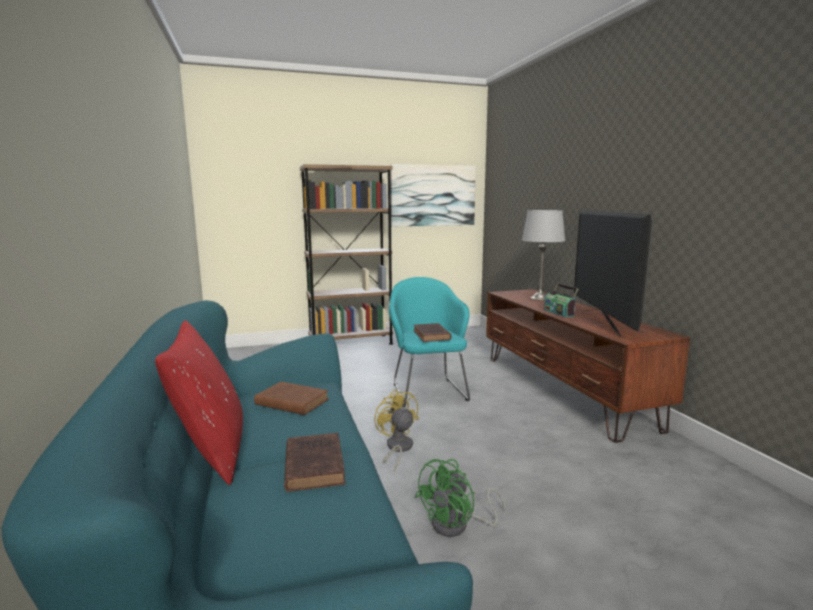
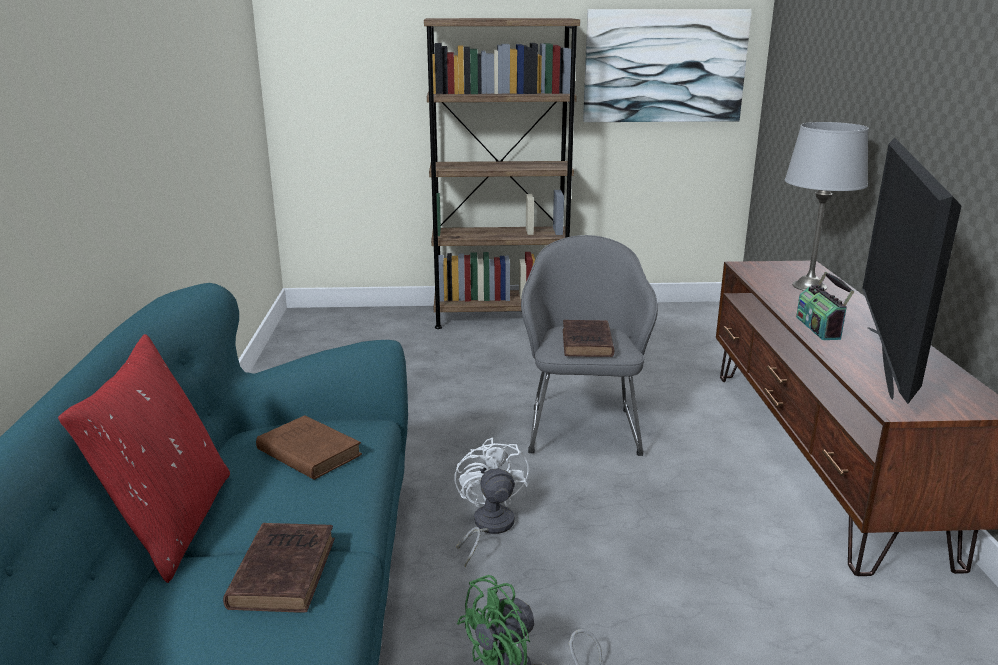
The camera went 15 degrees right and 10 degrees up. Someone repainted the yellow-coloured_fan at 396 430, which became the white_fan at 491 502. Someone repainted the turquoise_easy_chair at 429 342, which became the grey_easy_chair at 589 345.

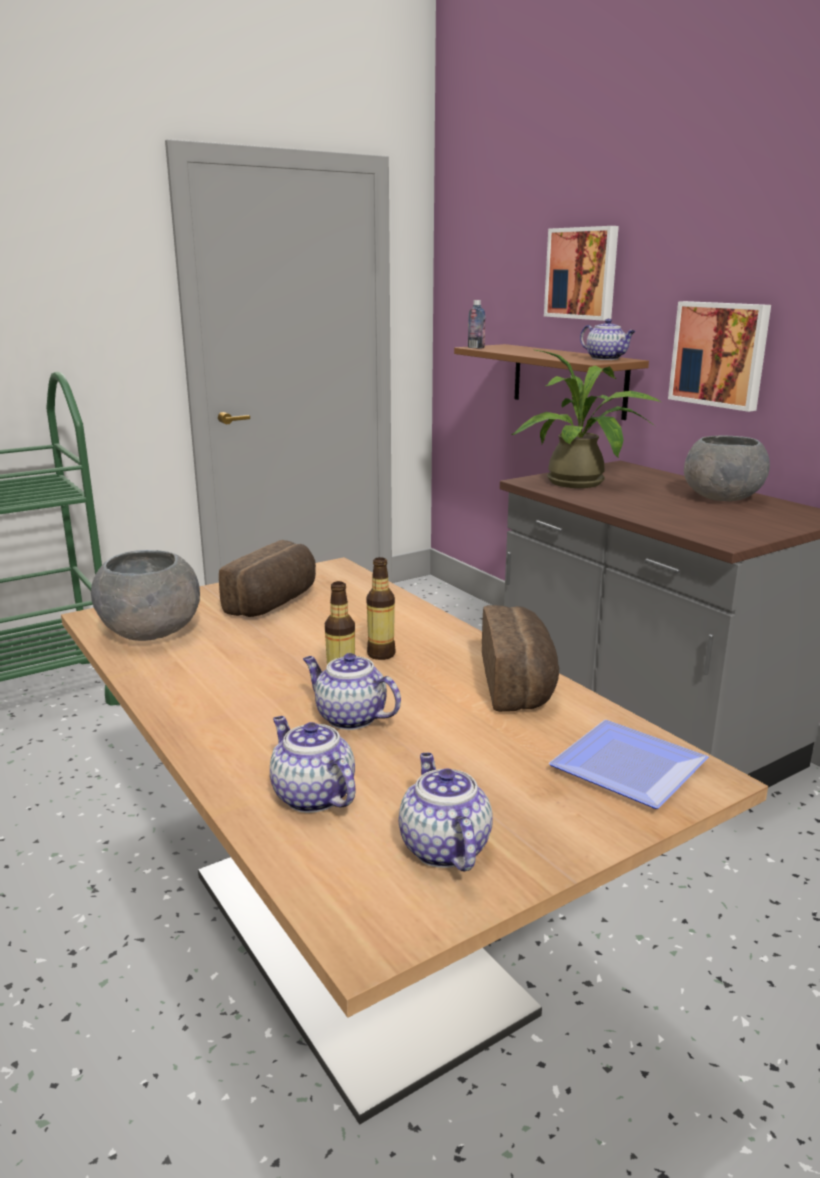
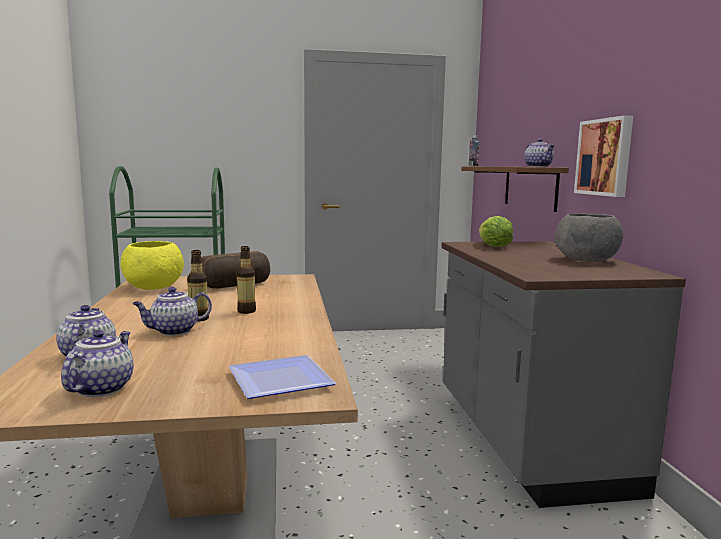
The camera went 25 degrees right and 10 degrees down. Someone repainted the grey_bowl at 145 595, which became the yellow-coloured_bowl at 152 265. Someone rotated the teapot at 352 691 by 90 degrees counterclockwise. Someone took away the bread at 520 658. Someone swapped the houseplant at 586 419 for the lettuce_head at 496 231. Someone took away the wall_art at 581 273.

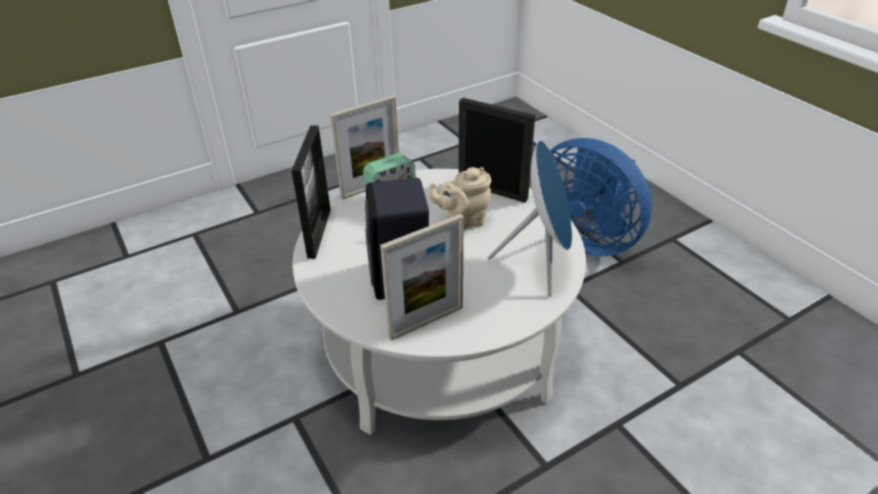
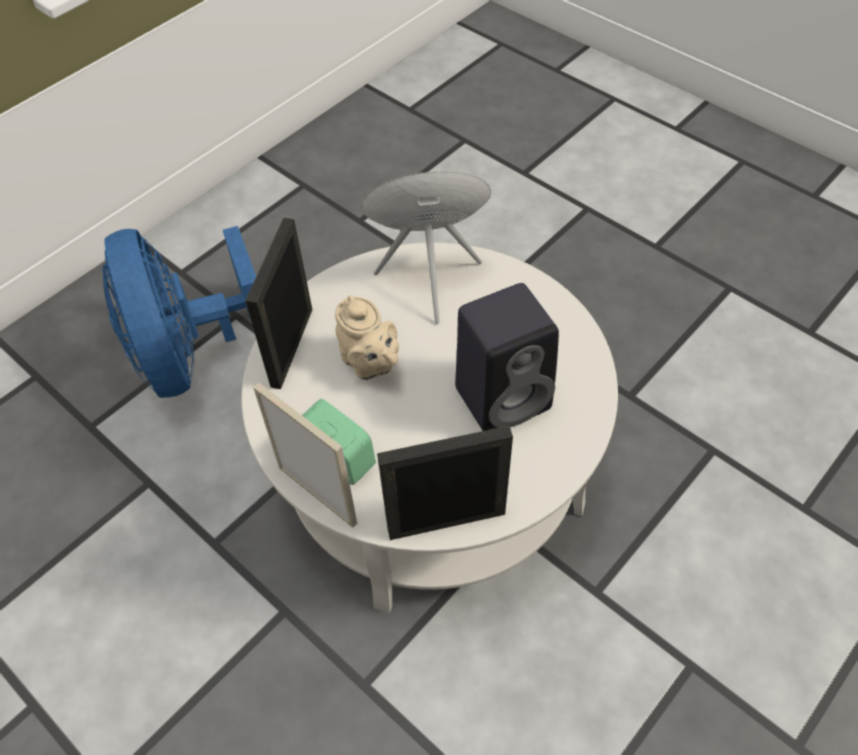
The camera went 105 degrees left and 15 degrees up. Someone took away the standing_frame at 422 277. Someone rotated the blue-coloured_fan at 601 197 by 135 degrees clockwise.

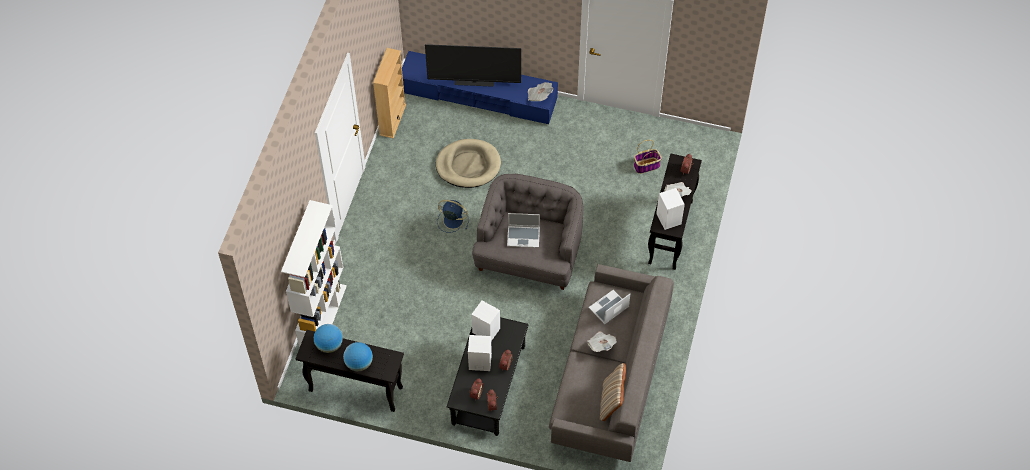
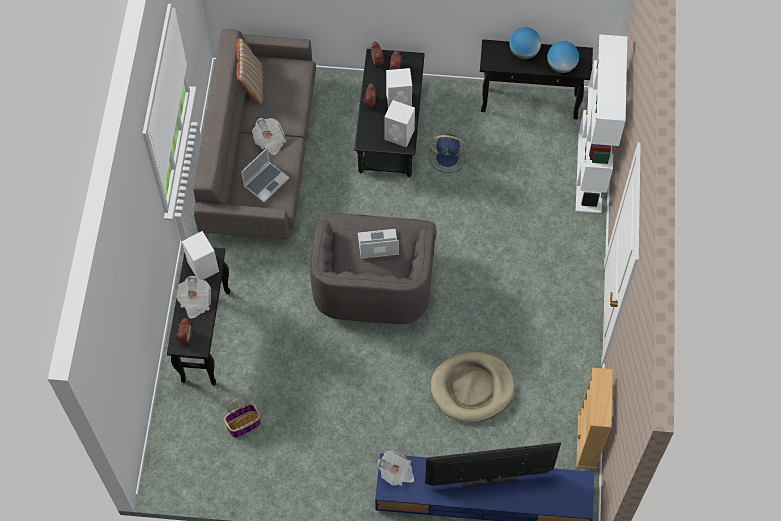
The camera went 170 degrees right and 5 degrees up. Someone carried the blue-coloured_fan from 453 216 to 448 153.

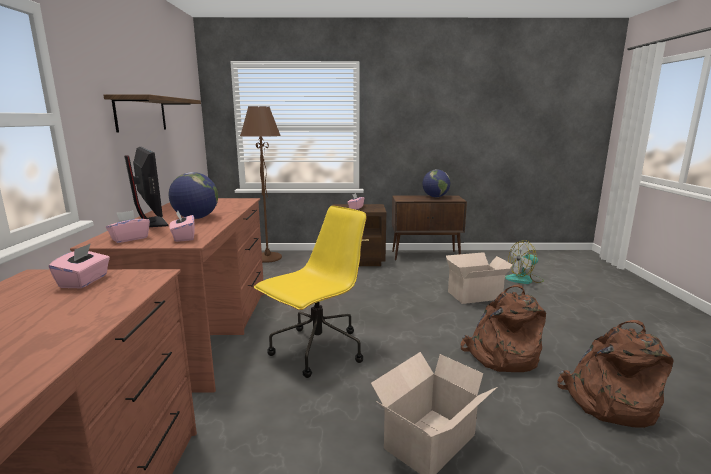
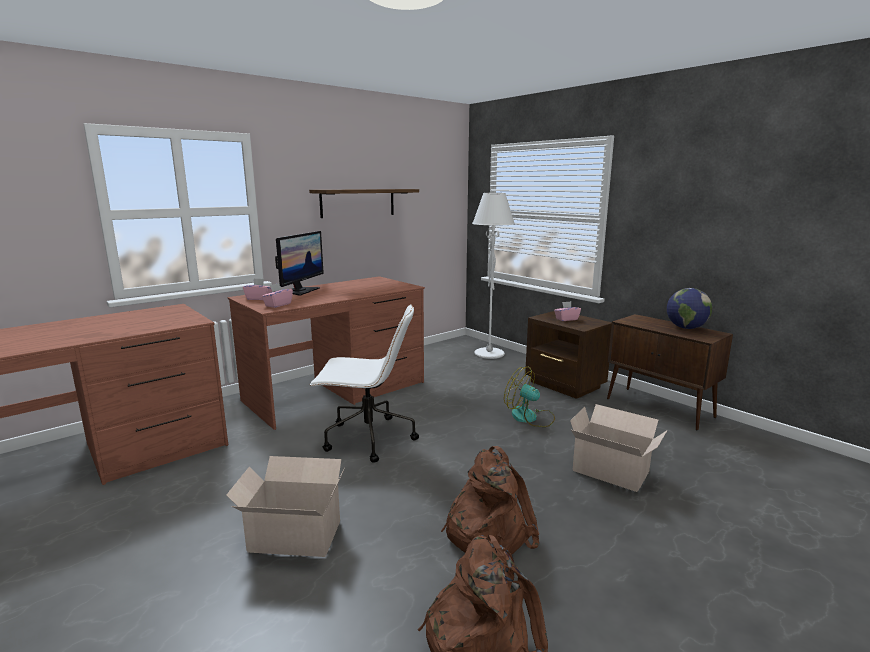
The camera went 50 degrees right and 0 degrees up. Someone took away the pinkish_box_of_tissues at 79 265. Someone took away the desk_globe at 193 195. Someone repainted the brown-coloured_standing_lamp at 261 184, which became the white_standing_lamp at 493 276. Someone repainted the yellow-coloured_desk_chair at 310 292, which became the white_desk_chair at 364 383. Someone carried the fan from 524 262 to 529 397.

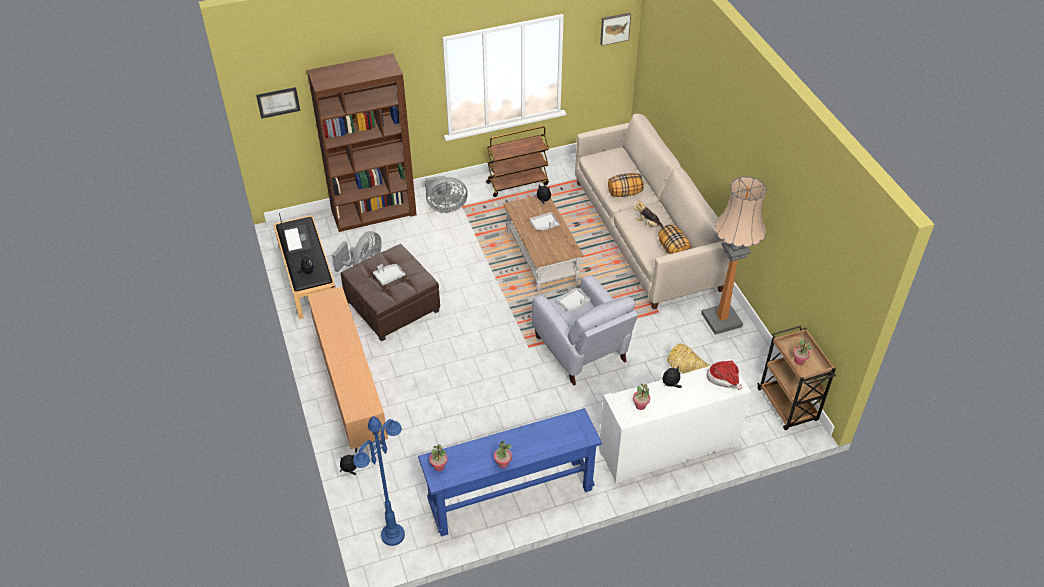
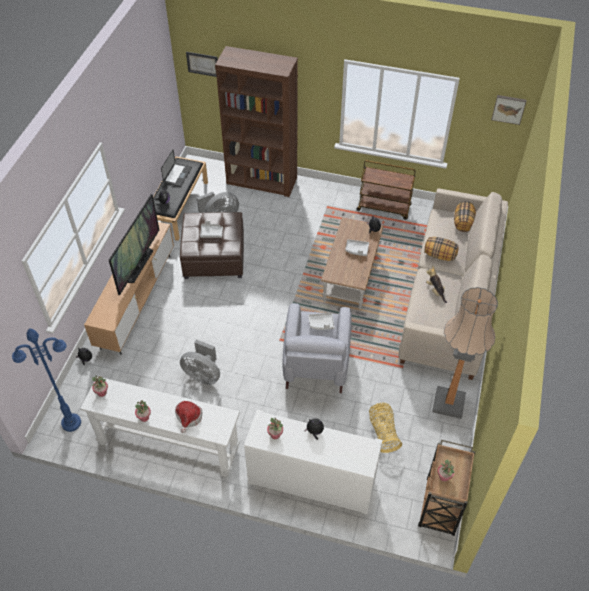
The camera went 35 degrees right and 5 degrees up. Someone repainted the blue-coloured_narrow_table at 510 472, which became the white_narrow_table at 160 427. Someone carried the grey_fan from 446 194 to 200 362. Someone carried the throw_pillow from 674 239 to 465 216. Someone carried the wearable_hat from 724 375 to 189 417. Someone put down the TV_set at 134 244.

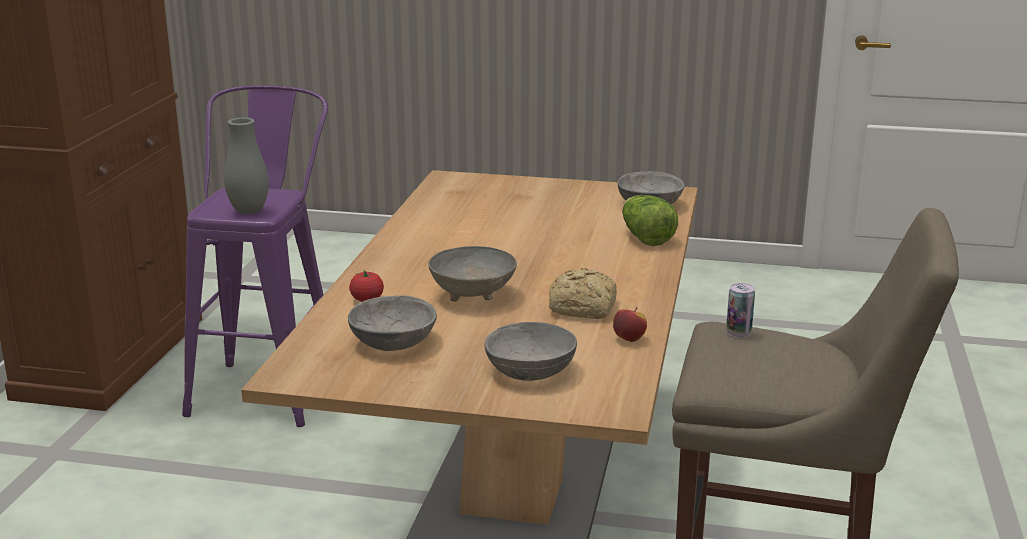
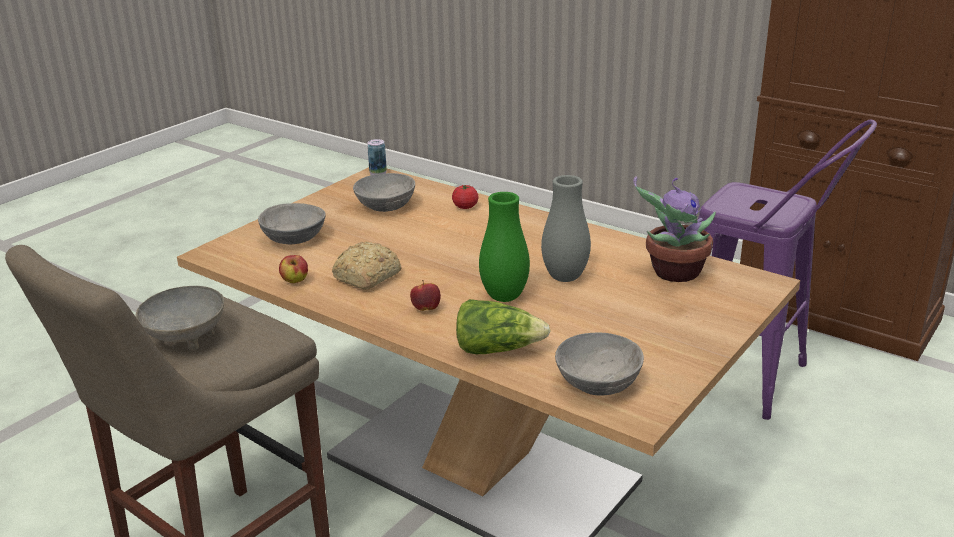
The camera went 115 degrees right and 5 degrees up. Someone carried the grey_flower_vase from 246 166 to 566 228. Someone carried the grey_bowl from 472 274 to 180 318. Someone carried the sealed_can from 740 310 to 377 157. Someone put down the apple at 425 295. Someone put down the green-coloured_flower_vase at 504 247. Someone put down the houseplant at 674 229.

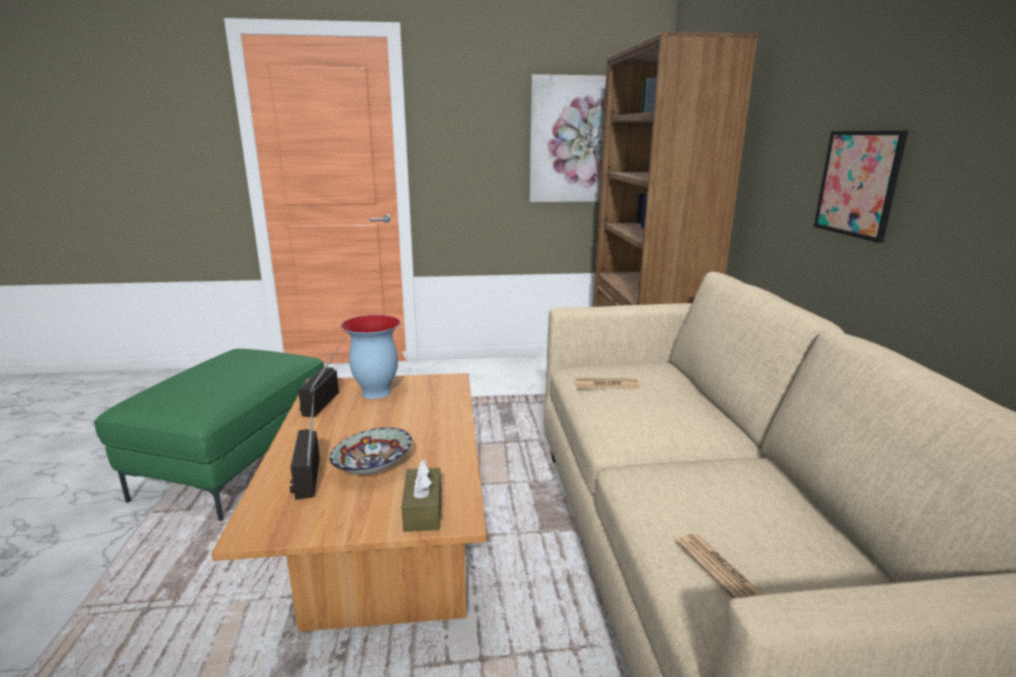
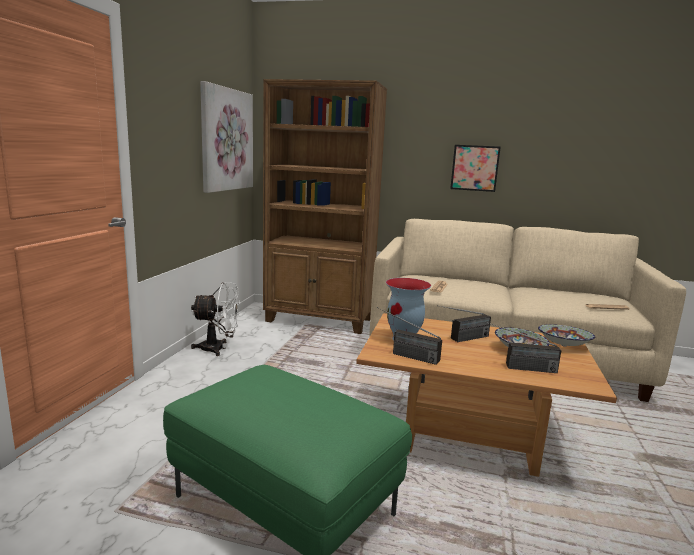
The camera went 70 degrees left and 5 degrees down. Someone swapped the brown-coloured_box_of_tissues at 421 495 for the bowl at 566 335. Someone put down the white_fan at 215 319. Someone put down the radio_receiver at 464 323.

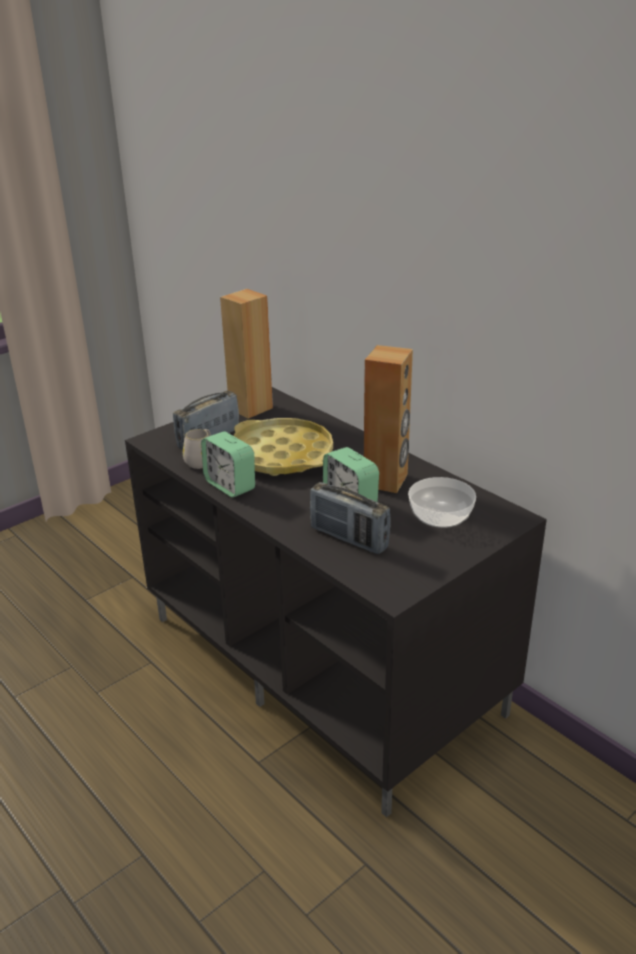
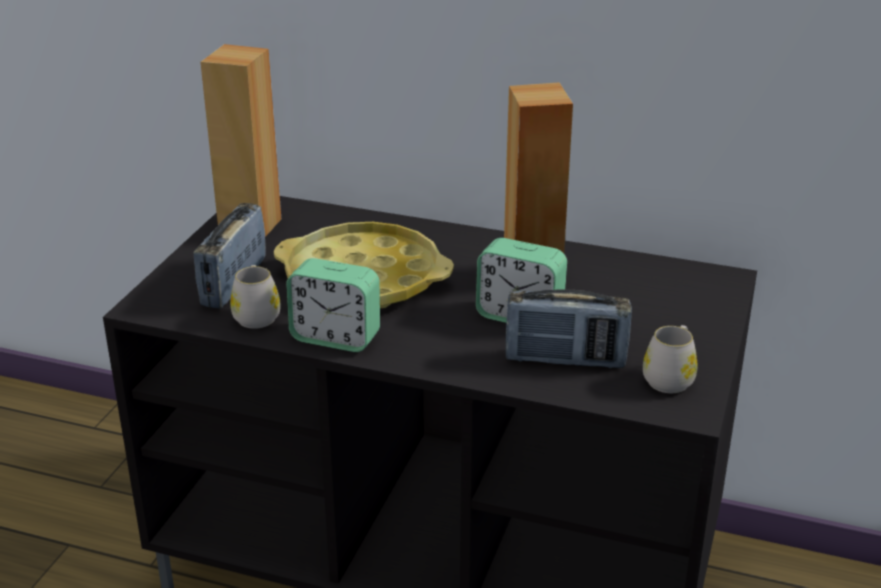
The camera went 30 degrees left and 0 degrees up. Someone took away the bowl at 442 502. Someone put down the white_tea_mug at 670 359.

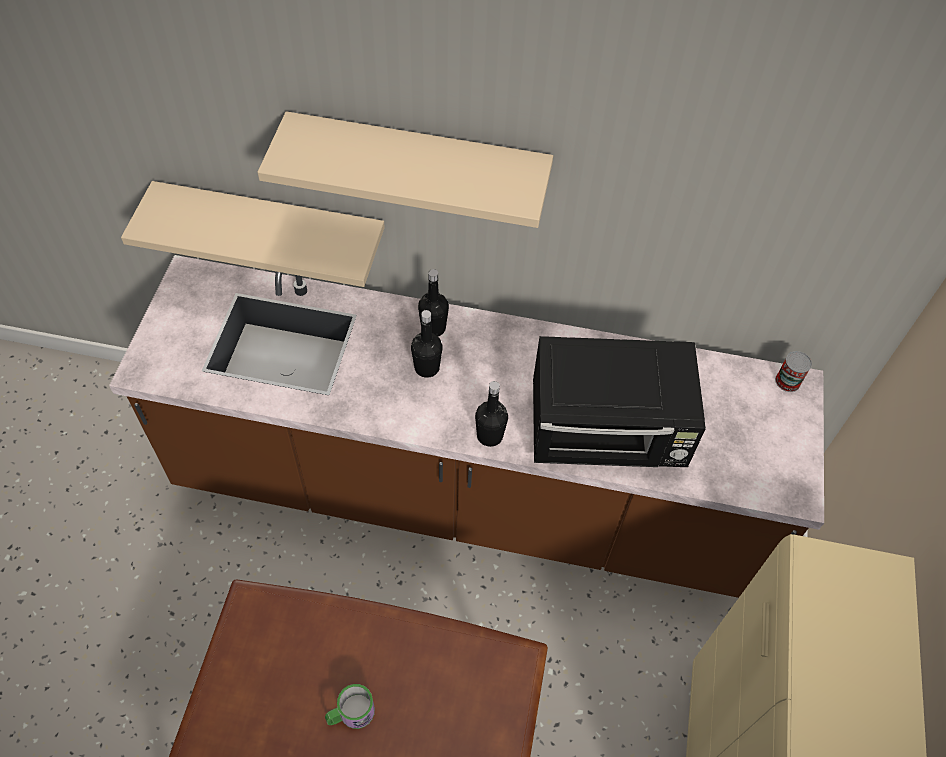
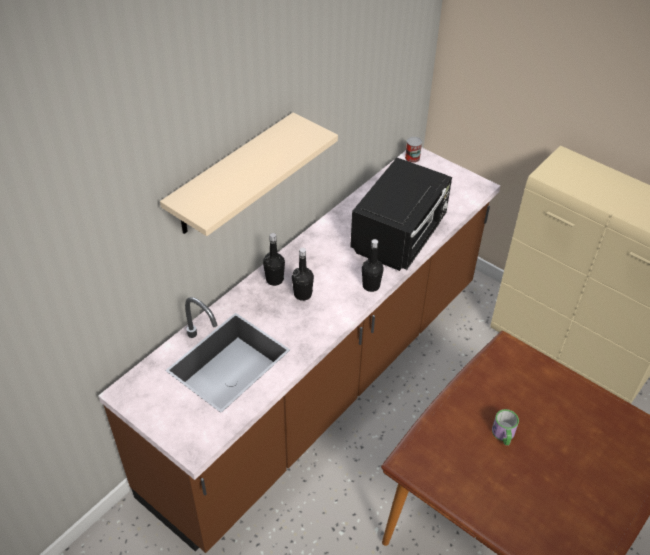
The camera went 60 degrees left and 10 degrees down. Someone took away the beige-coloured_bracket_shelf at 253 234.

